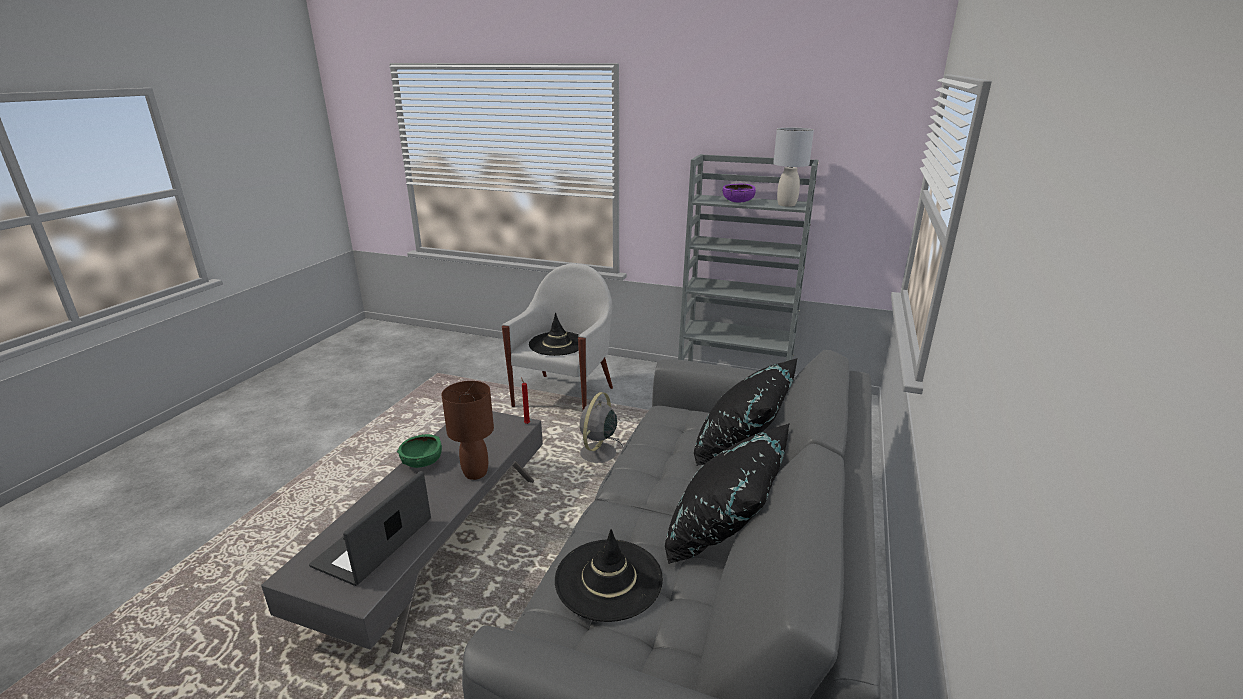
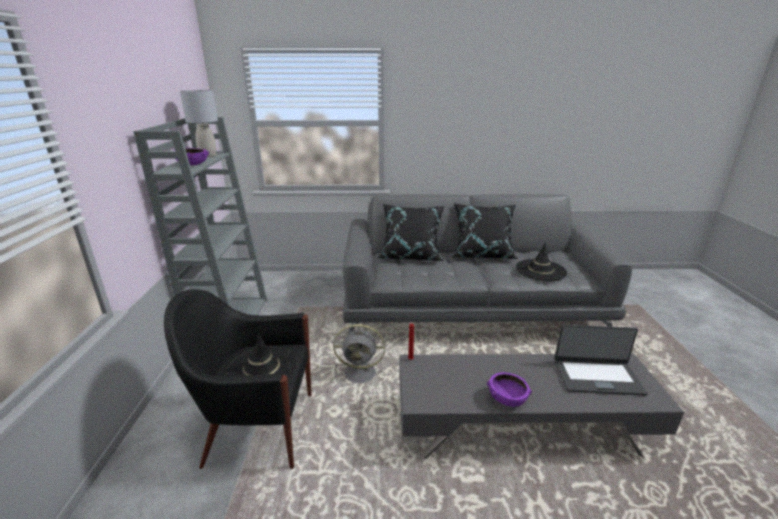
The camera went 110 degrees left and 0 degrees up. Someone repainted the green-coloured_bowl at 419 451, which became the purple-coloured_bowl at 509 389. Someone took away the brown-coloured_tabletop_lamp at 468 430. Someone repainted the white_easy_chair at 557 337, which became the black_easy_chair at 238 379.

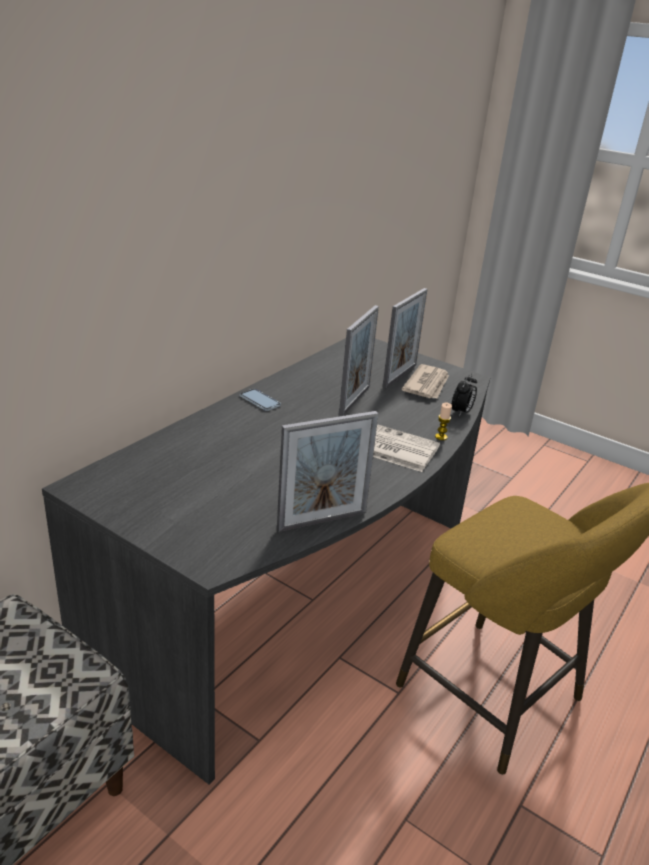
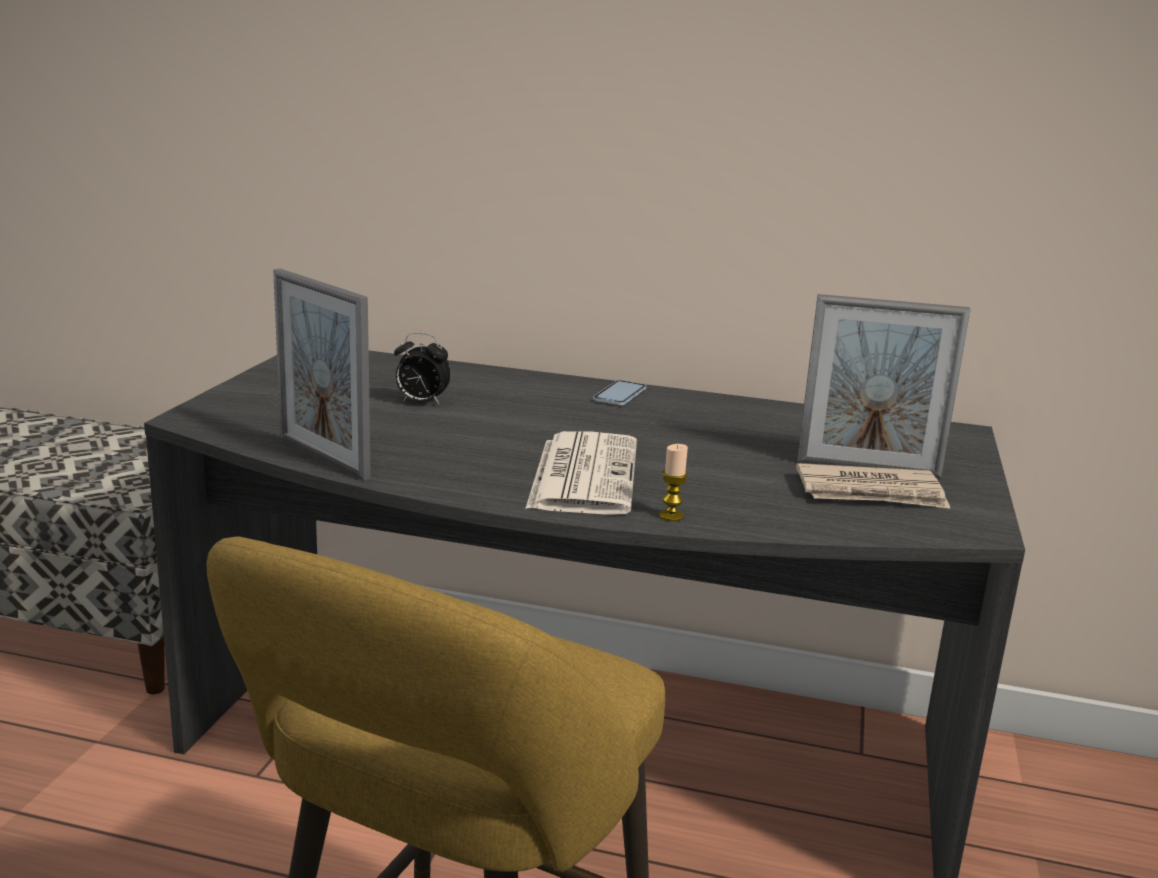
The camera went 70 degrees right and 10 degrees down. Someone took away the standing_frame at 359 360. Someone carried the alarm_clock from 464 395 to 422 369.

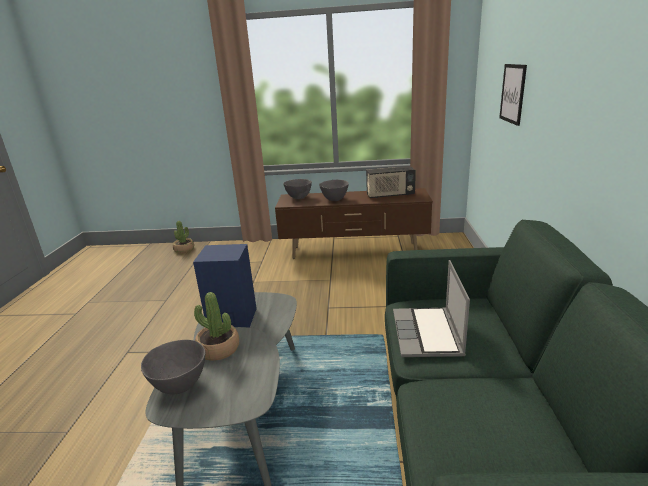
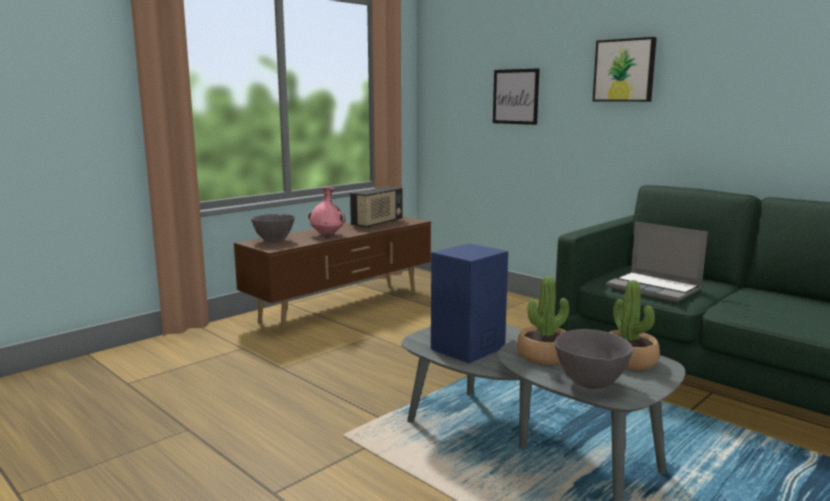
The camera went 50 degrees left and 10 degrees down. Someone carried the houseplant from 183 237 to 634 325. Someone swapped the grey_bowl at 334 190 for the pinkish_flower_vase at 327 211. Someone put up the wall_art at 625 69.

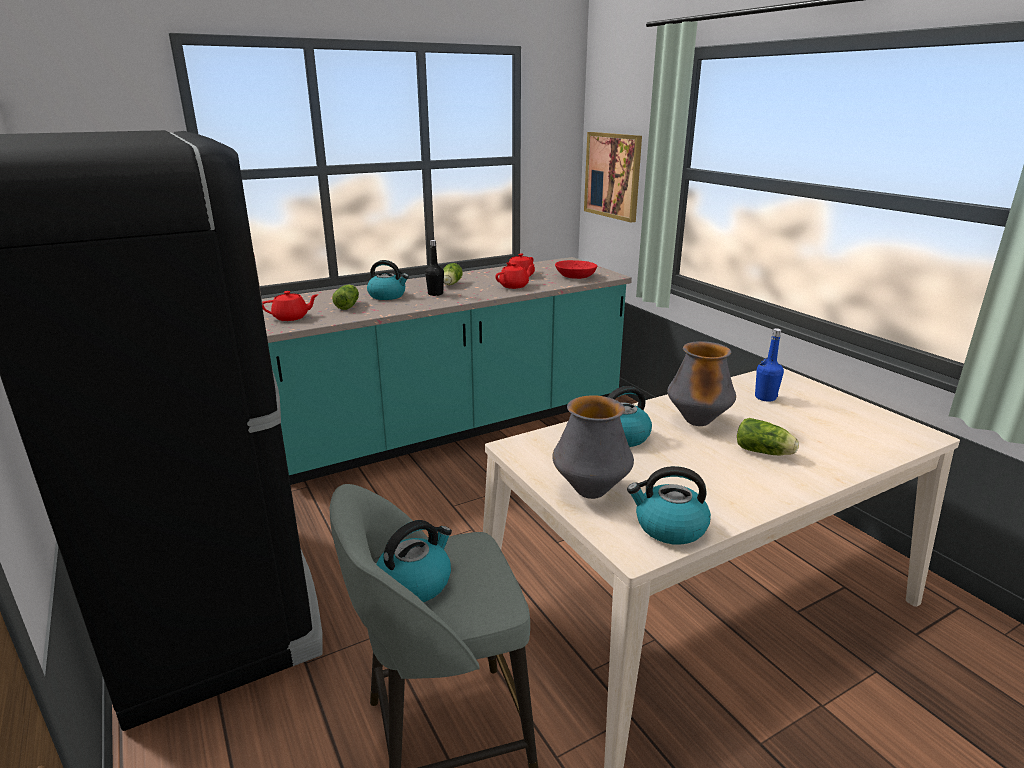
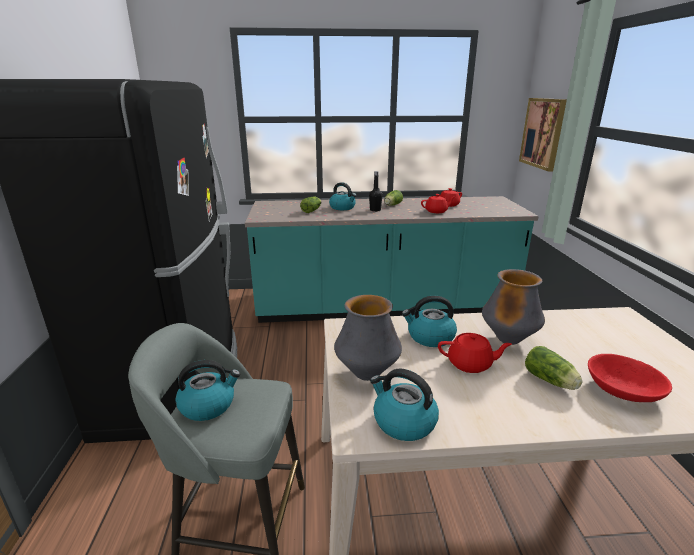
The camera went 25 degrees right and 0 degrees up. Someone carried the red-coloured_teapot from 290 306 to 475 353. Someone carried the red-coloured_bowl from 576 269 to 630 378. Someone took away the blue-coloured_drink_bottle at 769 365.

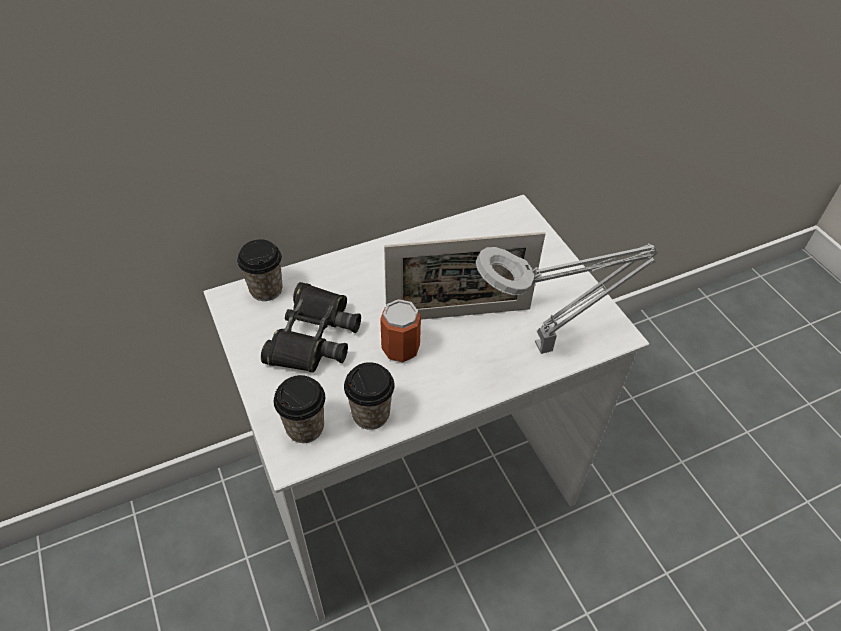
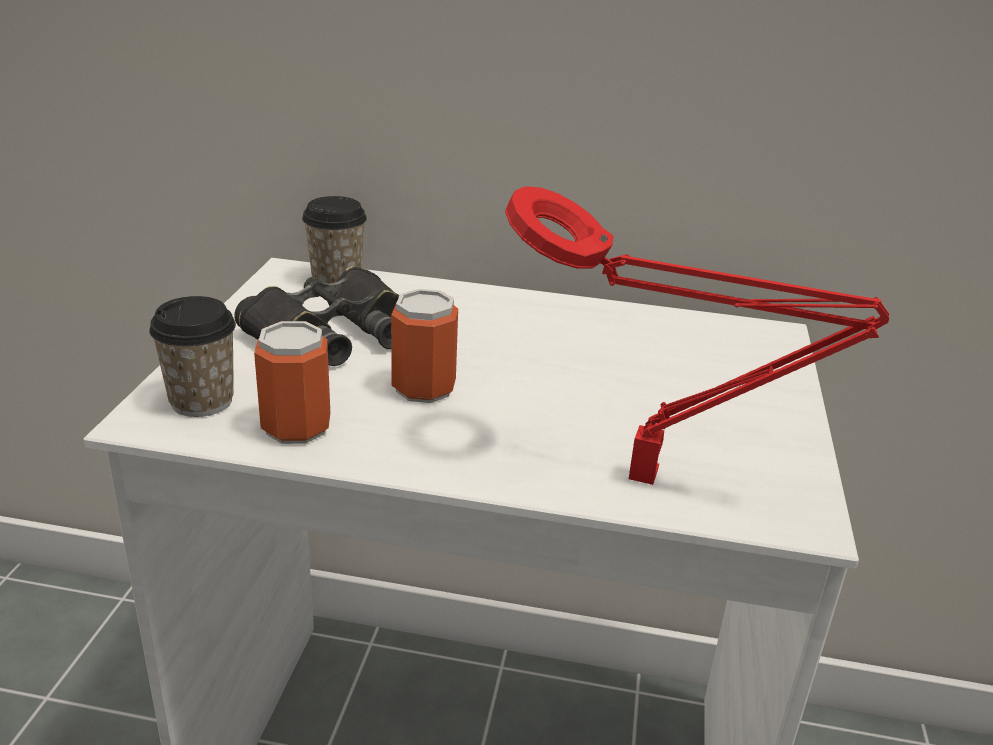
The camera went 35 degrees right and 20 degrees down. Someone swapped the cup at 369 396 for the sealed_can at 292 382. Someone took away the standing_frame at 465 276. Someone repainted the grey_tabletop_lamp at 567 298, which became the red-coloured_tabletop_lamp at 697 335.

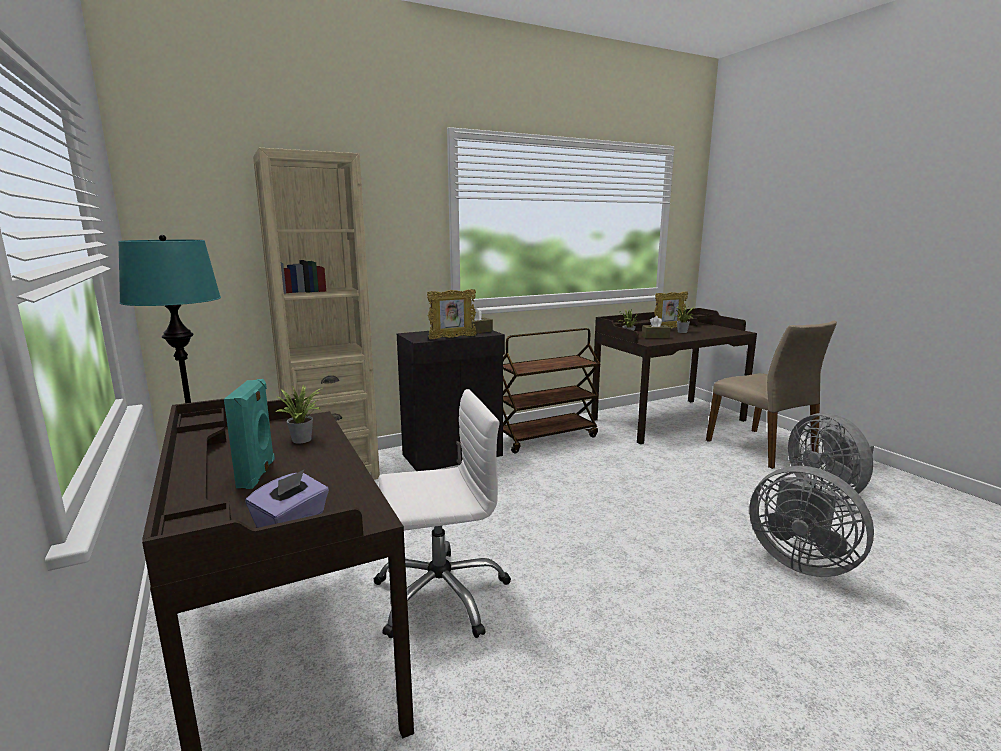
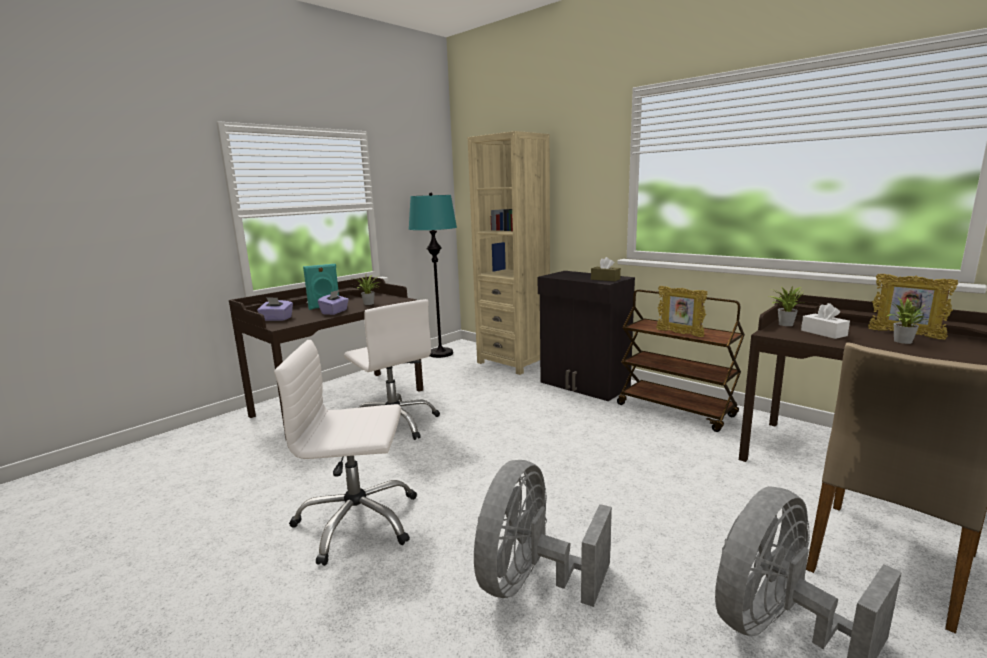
The camera went 70 degrees right and 0 degrees up. Someone carried the standing_frame from 452 314 to 681 311. Someone repainted the brown-coloured_box_of_tissues at 656 327, which became the white_box_of_tissues at 825 321. Someone put down the white_desk_chair at 345 453. Someone put down the purple-coloured_box_of_tissues at 333 302.

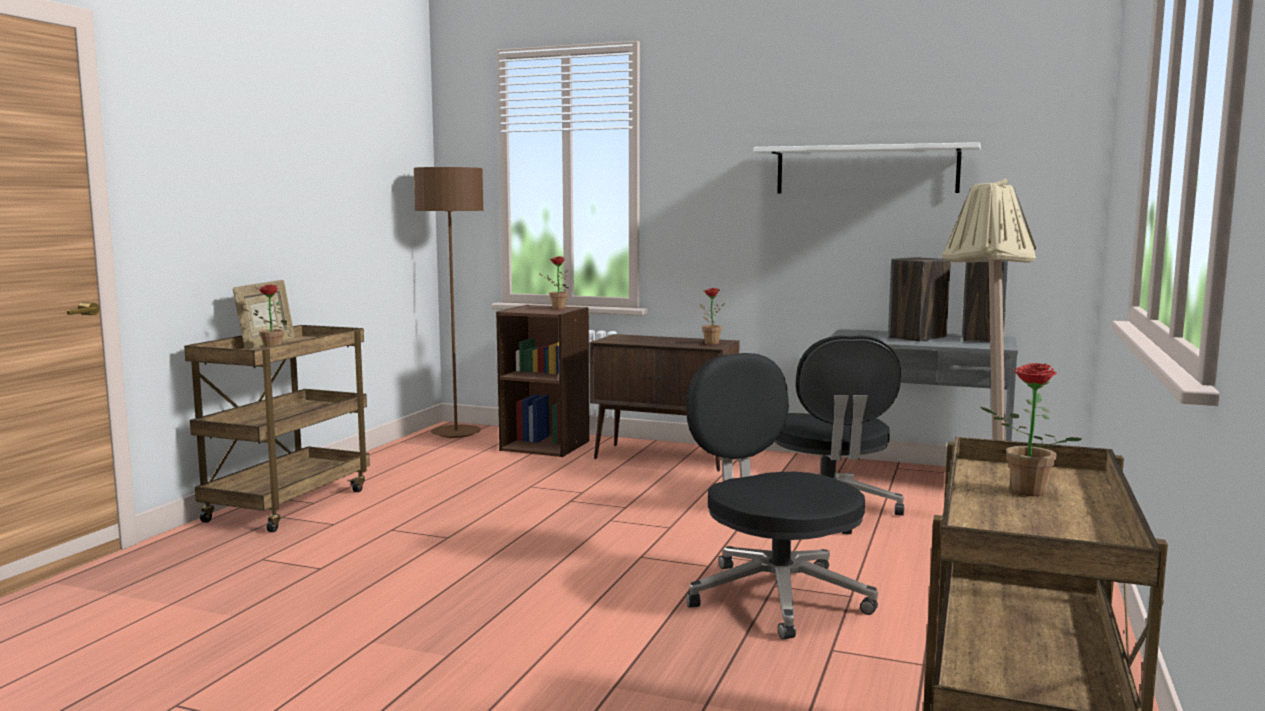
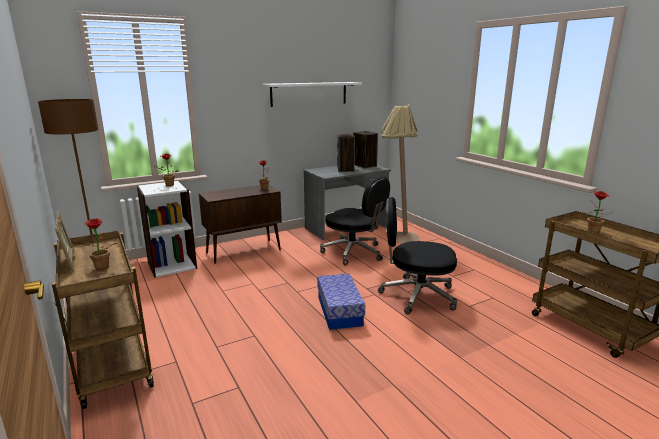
The camera went 50 degrees left and 10 degrees up. Someone repainted the brown-coloured_bookshelf at 543 381, which became the white_bookshelf at 167 229. Someone put down the storage_bin at 341 301.

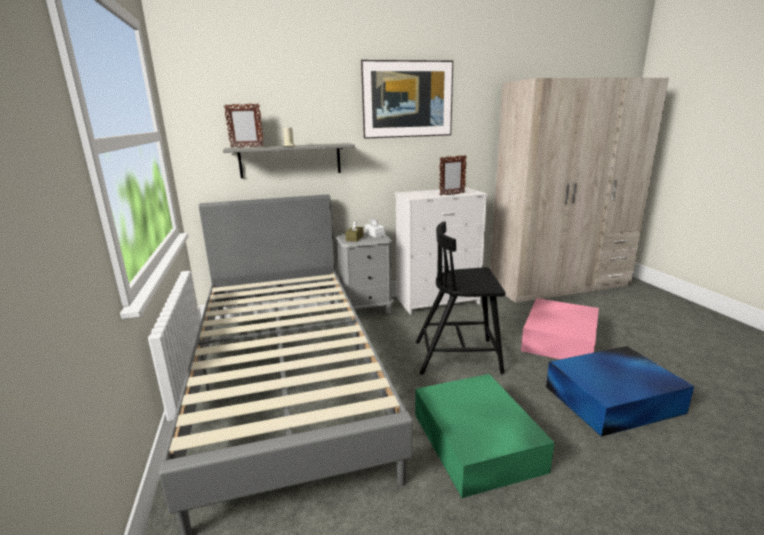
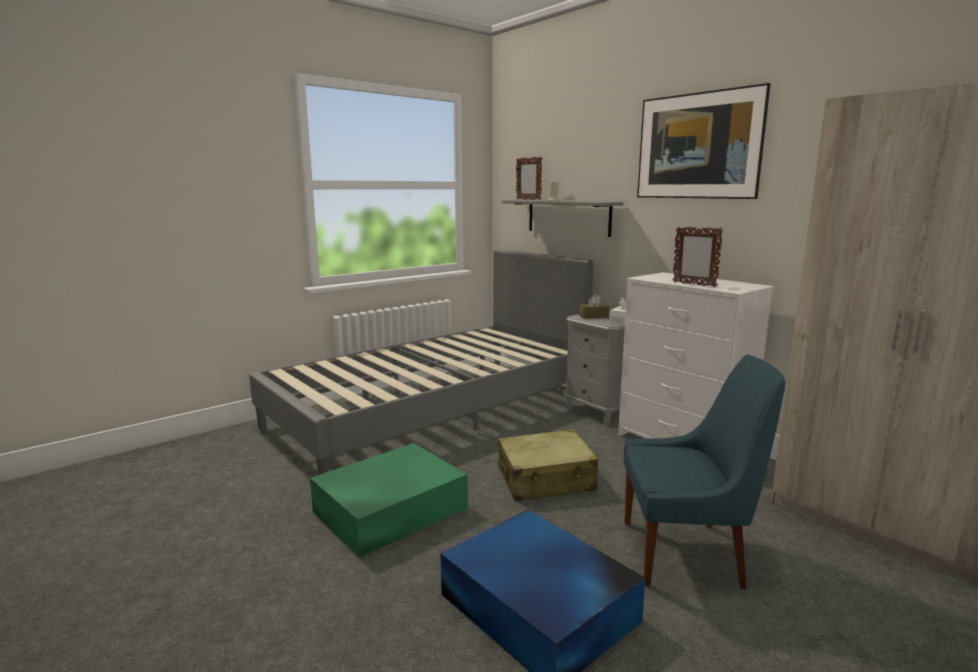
The camera went 65 degrees right and 5 degrees down. Someone swapped the black_upright_chair at 461 298 for the beige-coloured_suitcase at 548 465. Someone swapped the pinkish_storage_bin at 560 328 for the blue-coloured_upright_chair at 705 472.

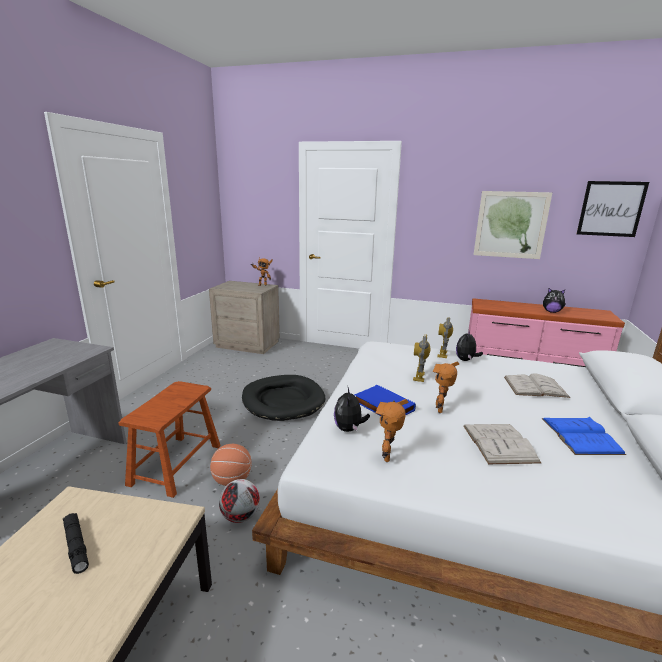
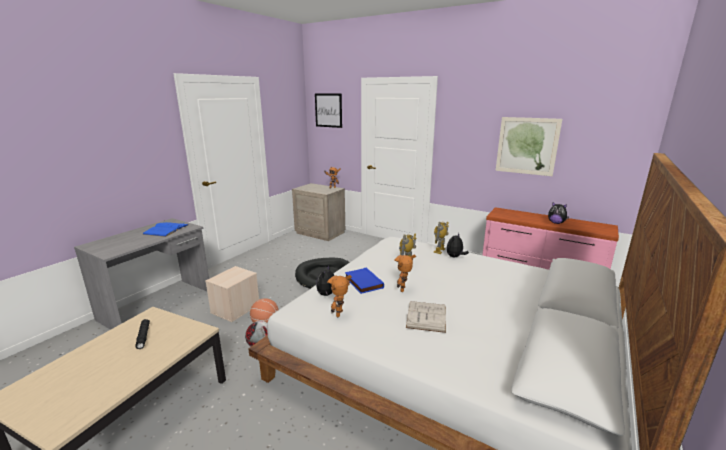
The camera went 15 degrees right and 0 degrees up. Someone swapped the brown-coloured_stool_seat at 170 439 for the beige-coloured_storage_bin at 232 294. Someone took away the white_bound_book at 537 385. Someone carried the blue-coloured_bound_book from 584 436 to 165 229. Someone carried the wall_art from 613 209 to 328 110.

